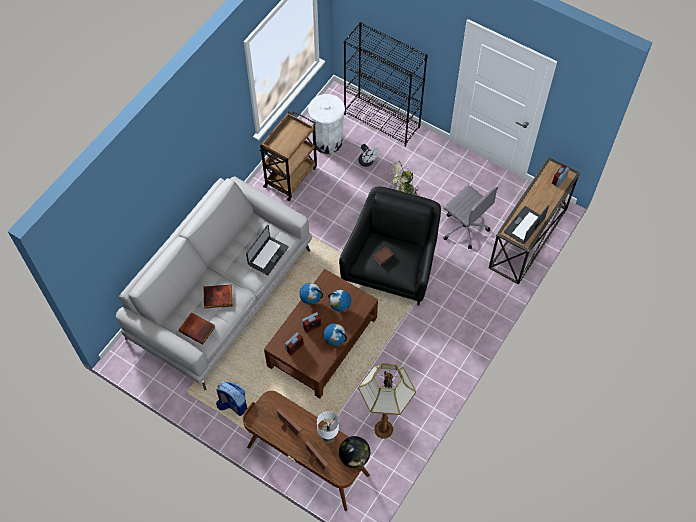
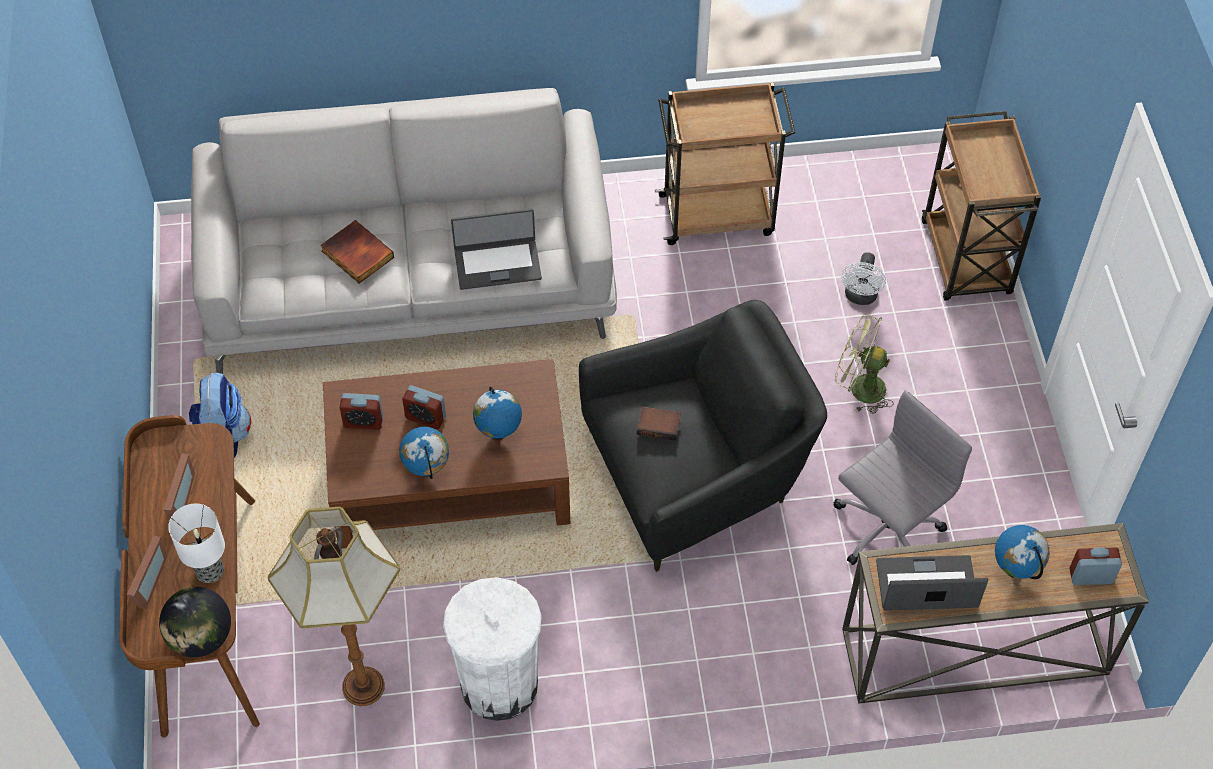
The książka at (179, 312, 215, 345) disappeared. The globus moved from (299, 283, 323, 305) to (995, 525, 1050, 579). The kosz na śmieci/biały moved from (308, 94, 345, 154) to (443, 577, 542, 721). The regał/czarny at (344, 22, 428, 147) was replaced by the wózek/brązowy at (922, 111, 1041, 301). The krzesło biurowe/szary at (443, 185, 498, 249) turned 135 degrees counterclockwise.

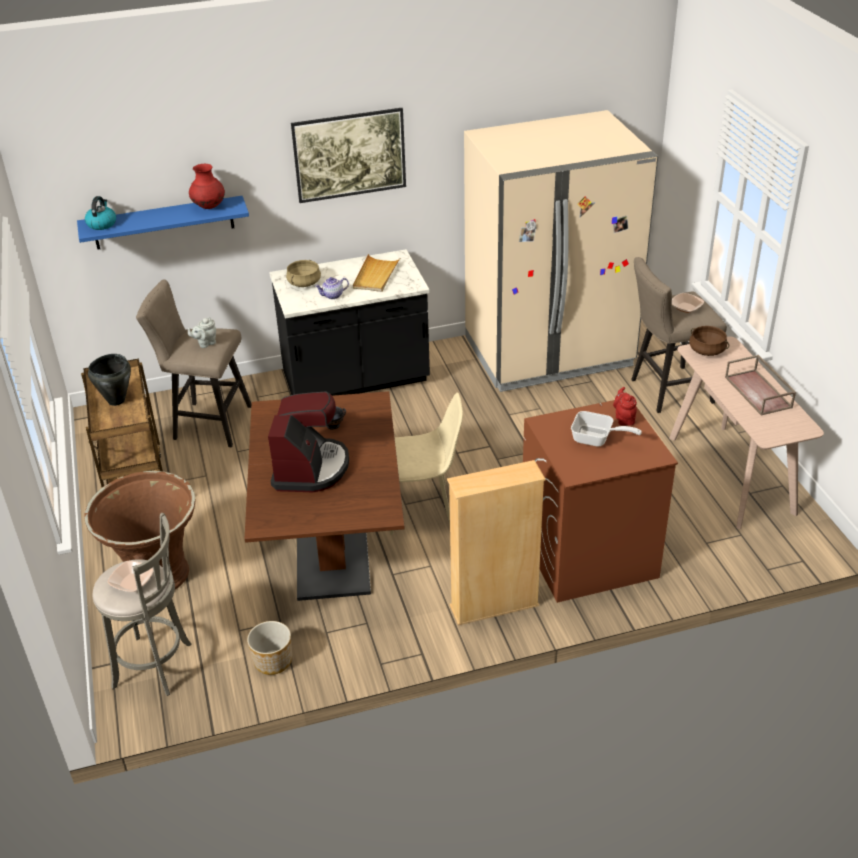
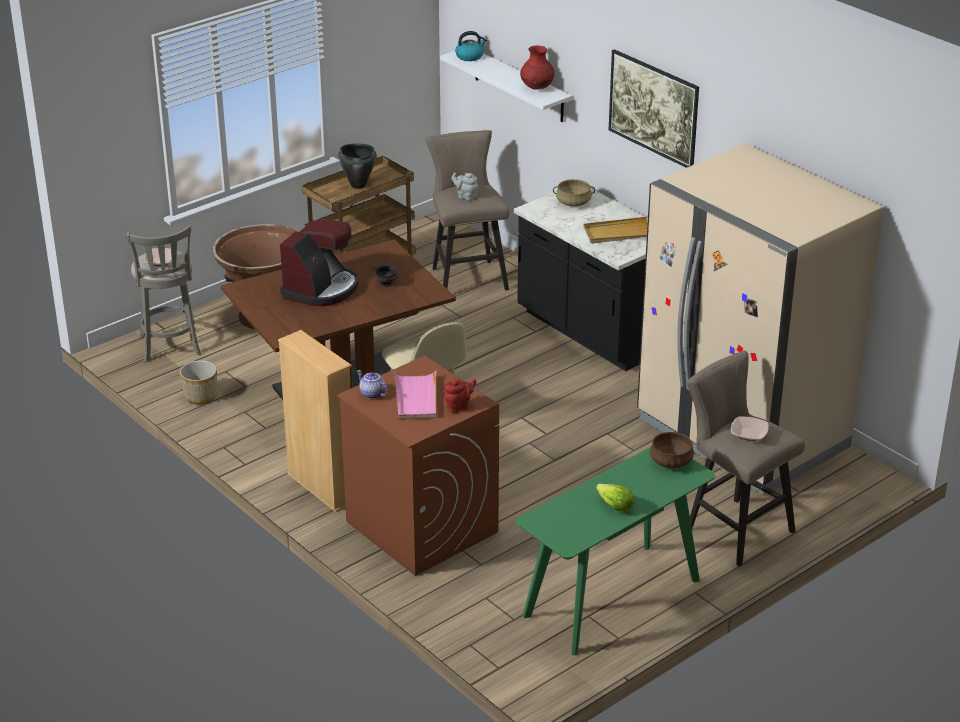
The półka/niebieski at (77, 196, 249, 250) became the półka/biały at (440, 51, 572, 122). The ekspres do kawy at (268, 391, 349, 492) turned 45 degrees counterclockwise. The imbryk moved from (315, 277, 349, 299) to (357, 370, 388, 399). The patelnia at (571, 411, 642, 447) was replaced by the taca/różowy at (394, 370, 436, 419). The stolik konsolowy/beżowy at (669, 336, 824, 529) became the stolik konsolowy/zielony at (516, 447, 715, 656). The taca/brązowy at (725, 355, 796, 416) was replaced by the sałata at (596, 484, 634, 512).

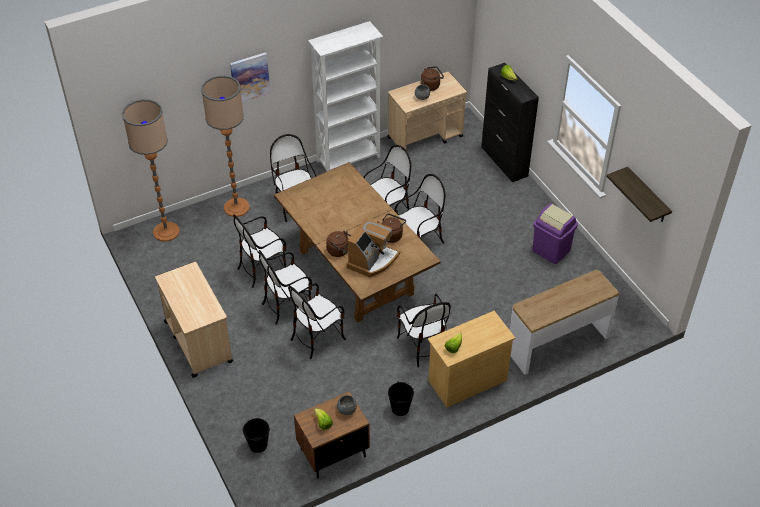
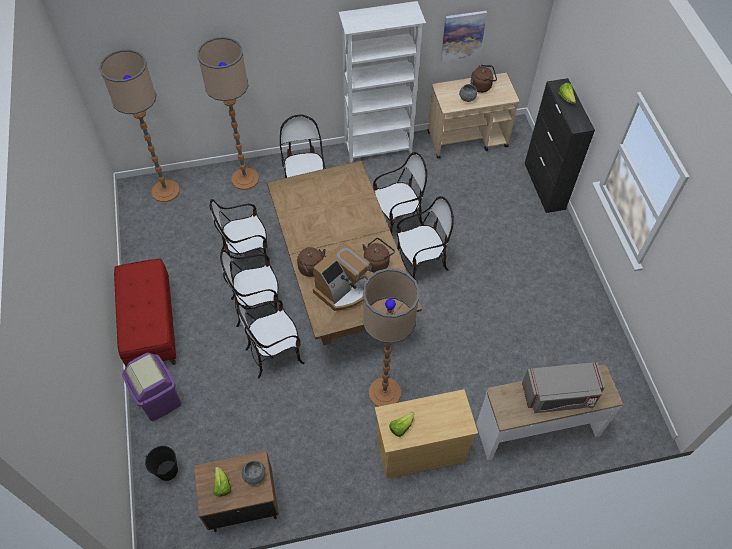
The wózek/beżowy at (155, 262, 233, 378) was replaced by the ławka/czerwony at (114, 259, 176, 366). The obraz moved from (230, 52, 271, 103) to (441, 11, 487, 62). The wiadro/czarny at (388, 381, 414, 416) disappeared. The krzesło at (397, 294, 451, 368) was replaced by the lampa stojąca at (363, 268, 419, 407). The kosz na śmieci/fioletowy moved from (532, 203, 578, 264) to (122, 353, 181, 421). The półka at (607, 167, 672, 222) disappeared. The mikrofalówka/szary at (522, 362, 605, 413) appeared.

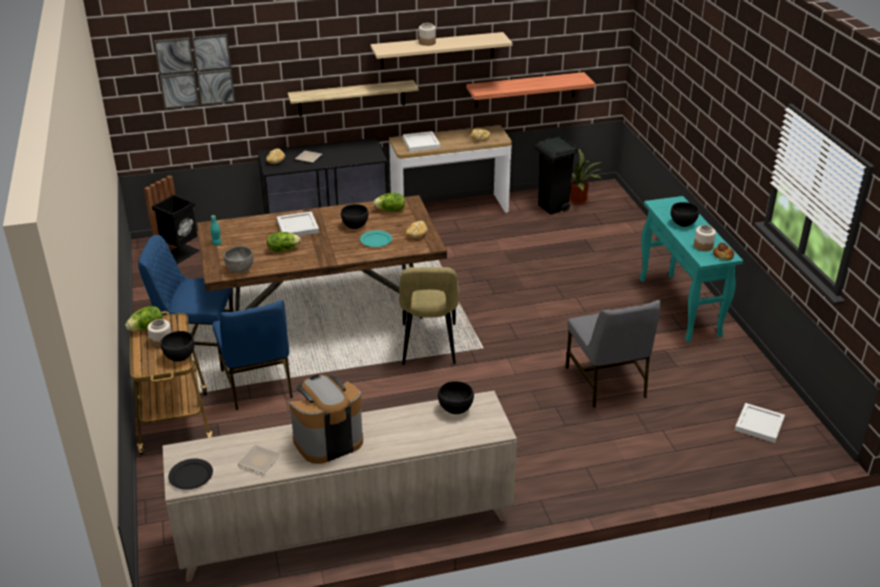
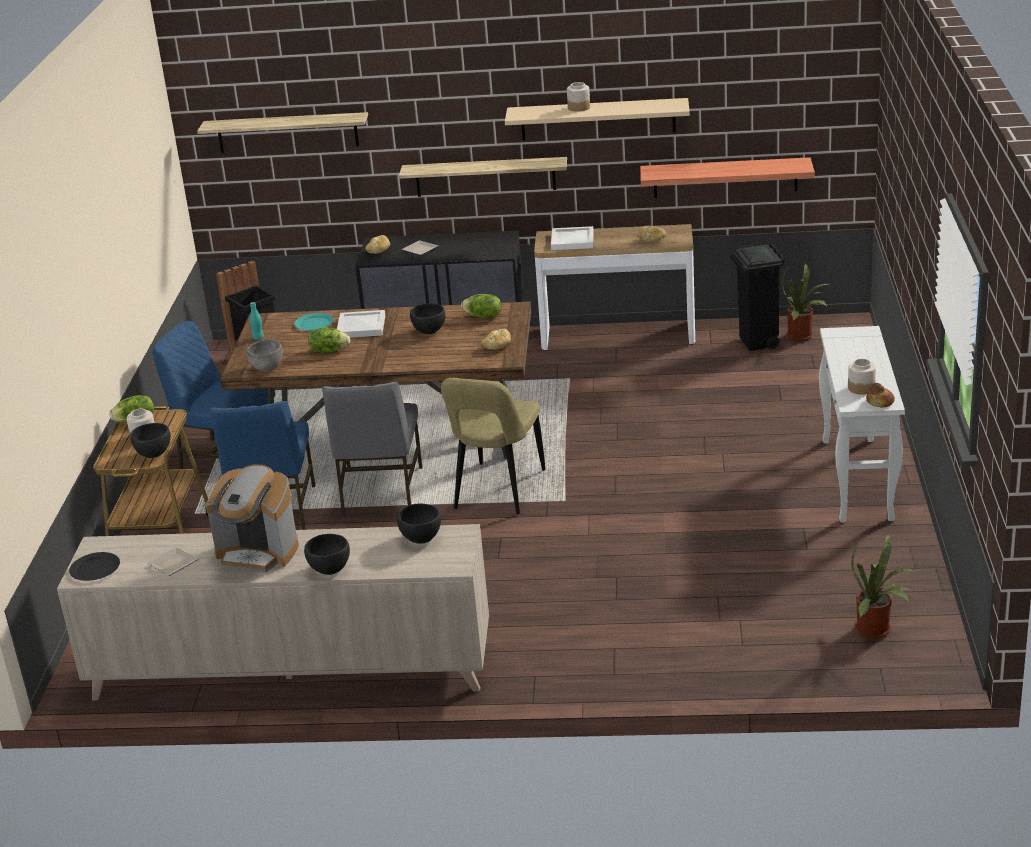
The obraz at (154, 34, 235, 109) was replaced by the półka at (197, 112, 368, 153). The ekspres do kawy at (289, 375, 363, 464) turned 150 degrees counterclockwise. The talerz/turkusowy moved from (360, 230, 392, 247) to (294, 313, 334, 331). The krzesło/szary moved from (566, 300, 661, 408) to (322, 382, 422, 514). The stolik konsolowy/turkusowy at (639, 196, 743, 342) became the stolik konsolowy/biały at (819, 326, 905, 523). The miska/czarny moved from (671, 202, 699, 227) to (304, 534, 350, 575). The taca/biały at (735, 403, 785, 443) was replaced by the roślina doniczkowa at (851, 533, 915, 639).

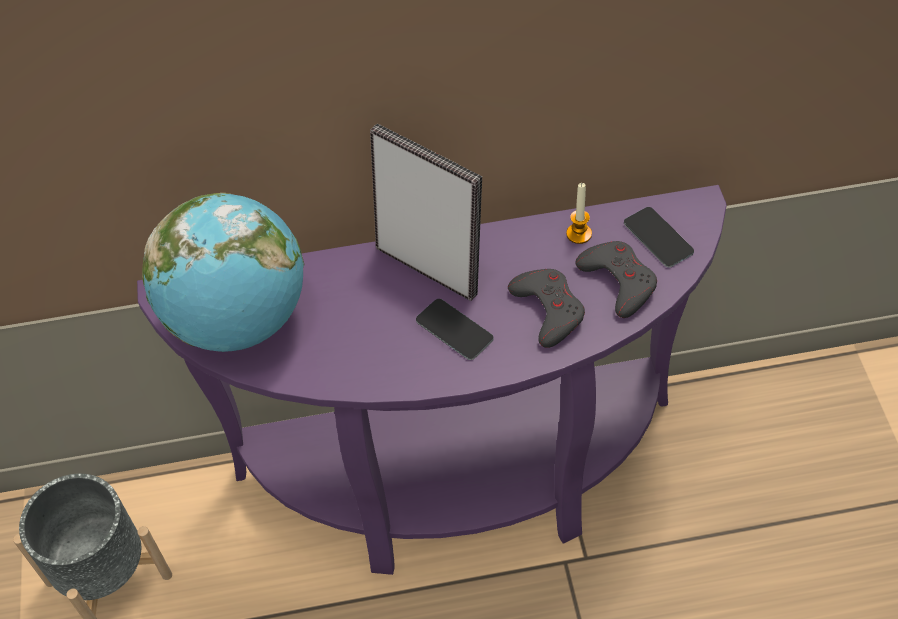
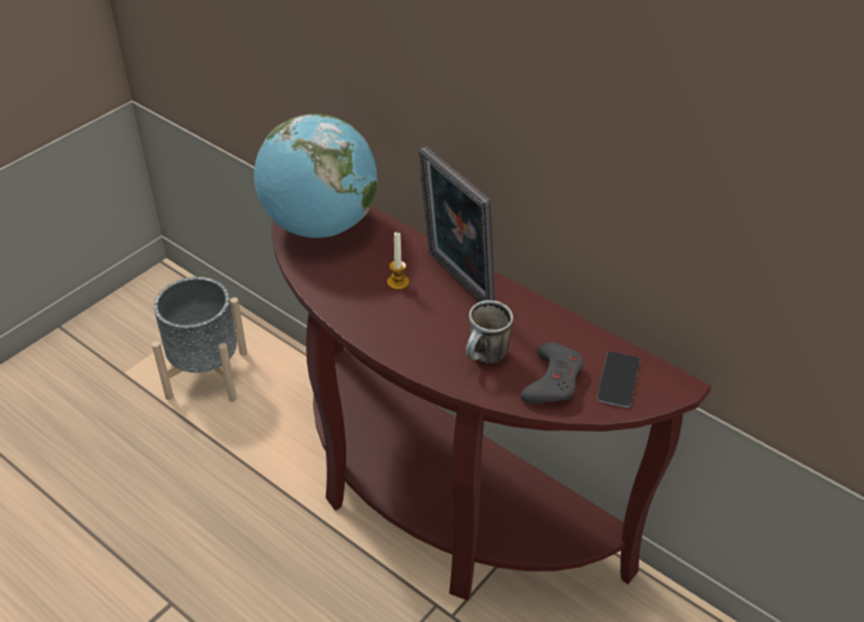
The stolik konsolowy/fioletowy at (137, 185, 727, 575) became the stolik konsolowy/brązowy at (271, 206, 711, 601). The ramka na zdjęcie at (370, 124, 482, 301) turned 150 degrees clockwise. The telefon at (416, 299, 494, 360) disappeared. The pad do gier/szary at (508, 269, 585, 348) was replaced by the kubek at (466, 300, 513, 364). The świeca moved from (566, 183, 592, 244) to (387, 232, 409, 290).

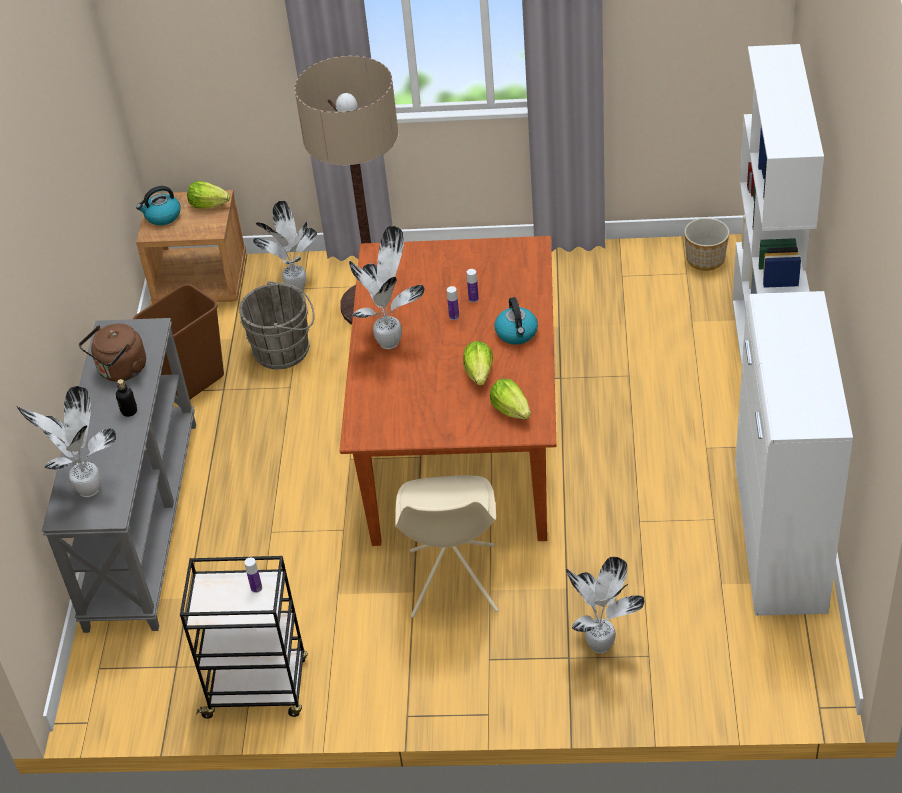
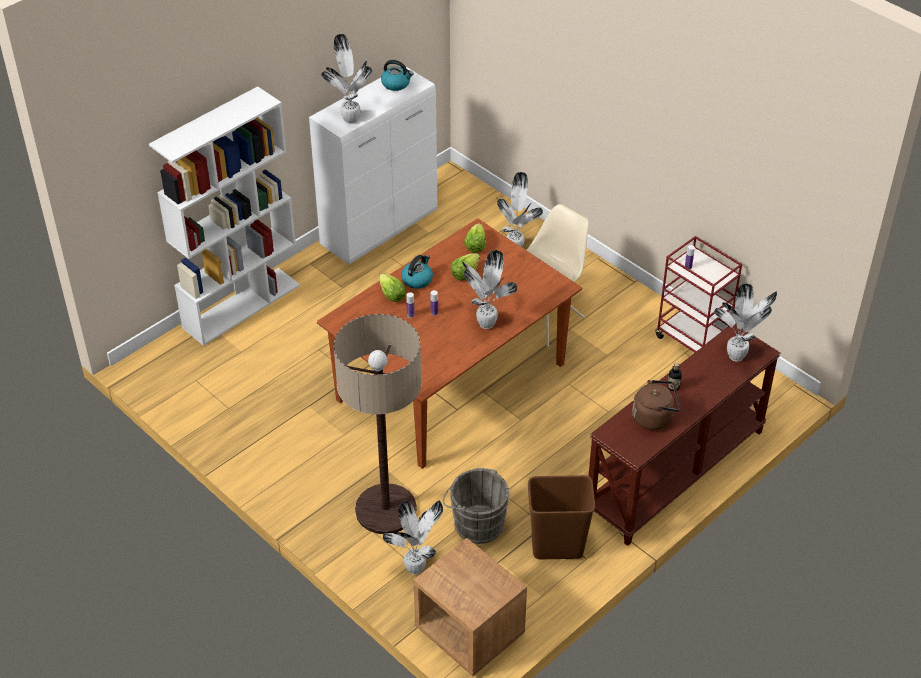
The stolik konsolowy/szary at (42, 318, 196, 633) became the stolik konsolowy/brązowy at (588, 324, 780, 546). The czajnik moved from (136, 186, 180, 225) to (381, 60, 414, 91). The wózek/czarny at (180, 556, 308, 718) became the wózek/czerwony at (655, 236, 742, 352). The sałata moved from (187, 181, 230, 208) to (379, 273, 406, 302). The donica at (684, 218, 729, 271) disappeared. The roślina doniczkowa at (321, 34, 372, 124) appeared.

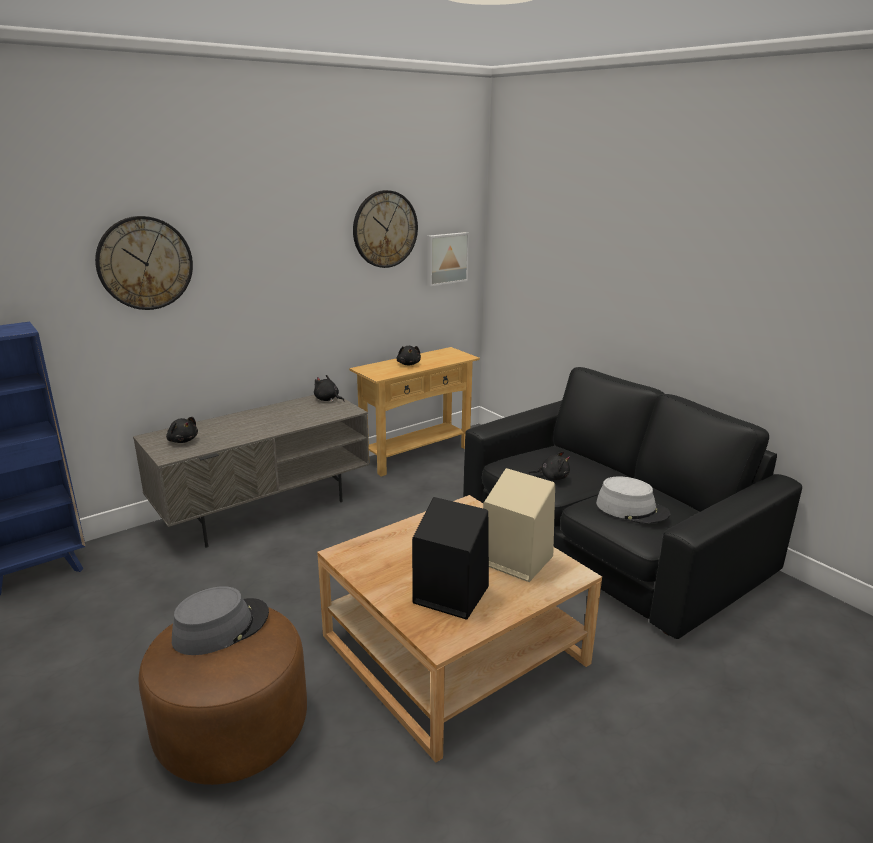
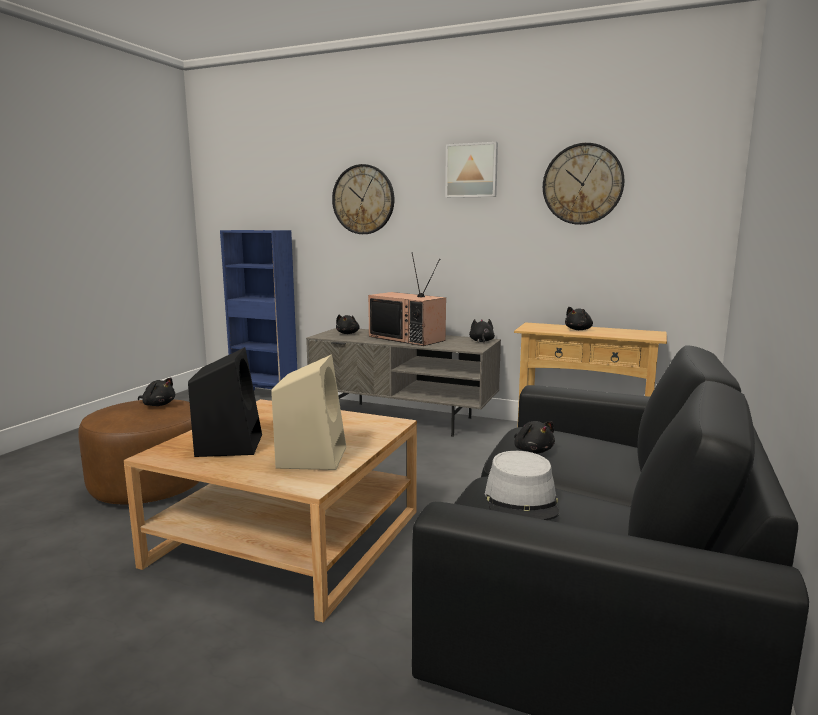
The kapelusz/szary at (172, 586, 269, 655) was replaced by the pluszak/czarny at (138, 377, 175, 406). The obraz moved from (427, 232, 469, 286) to (445, 142, 498, 198). The telewizor at (368, 253, 446, 346) appeared.

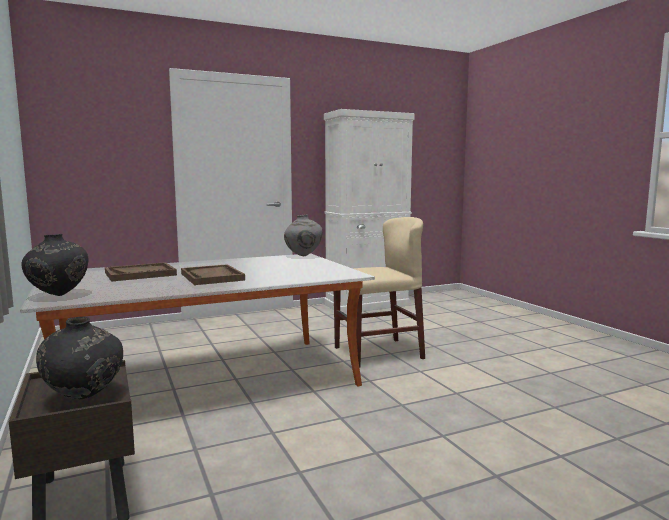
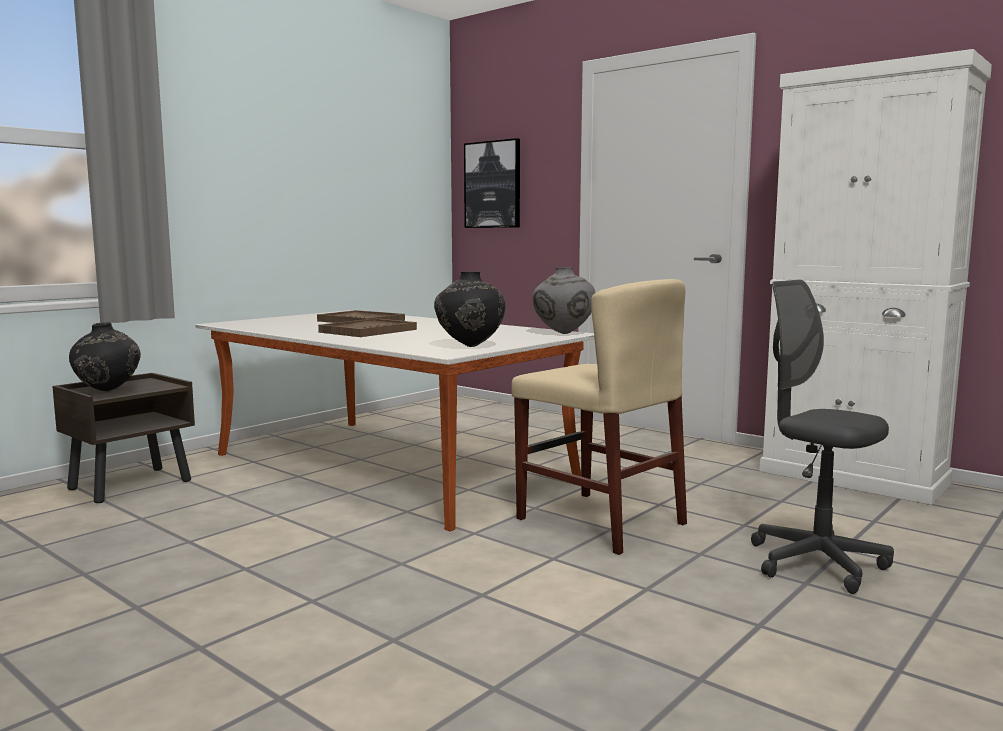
The wazon/czarny moved from (22, 234, 88, 296) to (434, 271, 505, 347). The obraz at (464, 138, 520, 228) appeared. The krzesło biurowe/szary at (751, 280, 894, 594) appeared.

